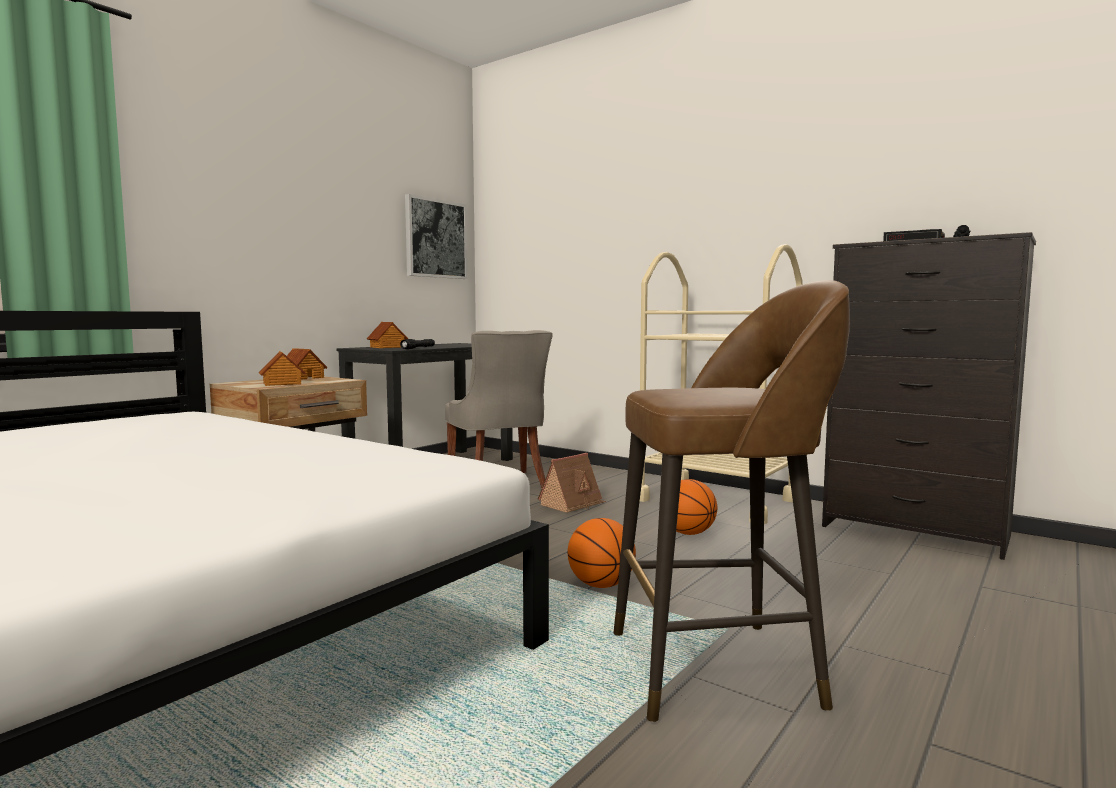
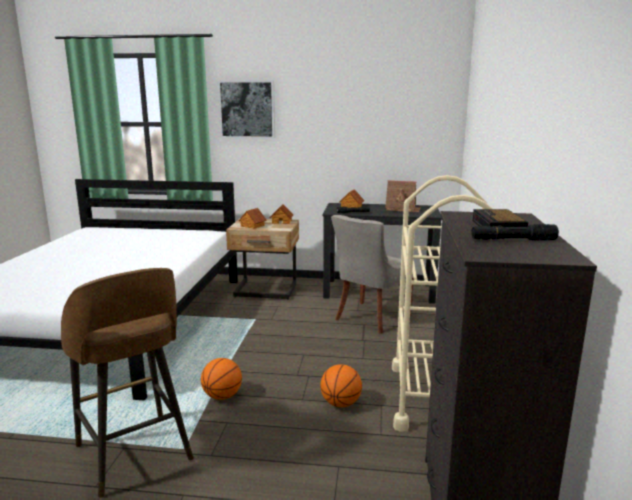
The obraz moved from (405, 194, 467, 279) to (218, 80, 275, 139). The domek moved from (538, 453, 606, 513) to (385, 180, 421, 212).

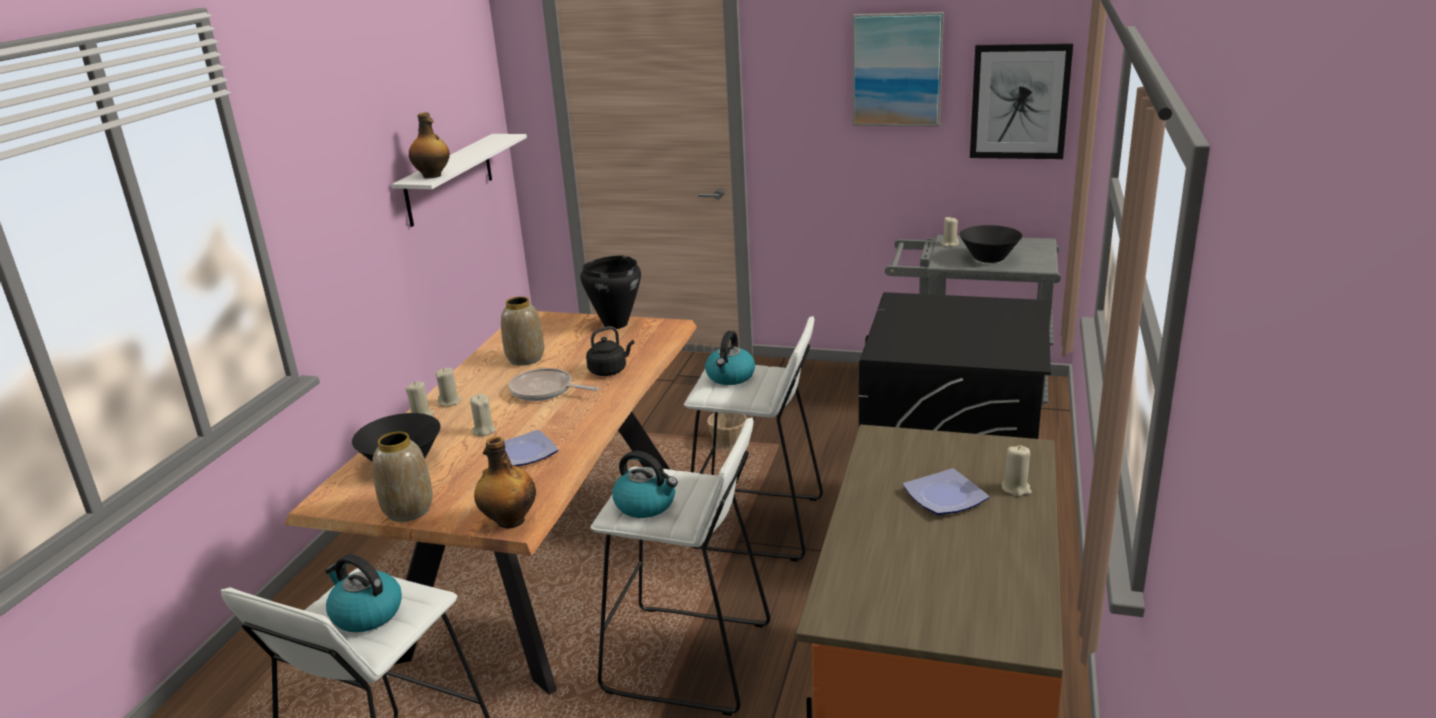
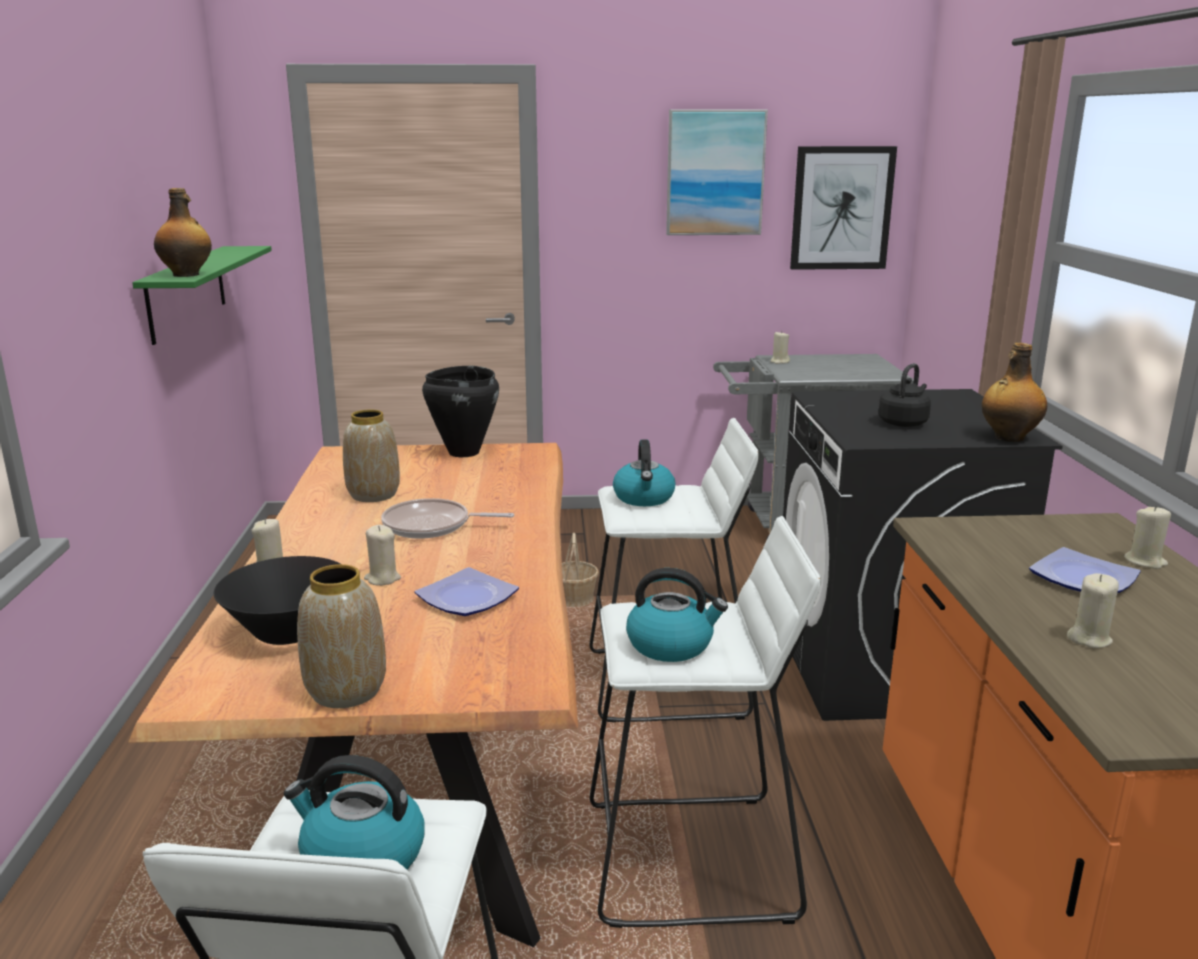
The półka/biały at (392, 134, 527, 227) became the półka/zielony at (132, 246, 272, 345). The świeca/beżowy moved from (435, 368, 462, 407) to (1067, 573, 1119, 648). The butelka moved from (474, 436, 536, 528) to (982, 343, 1047, 442). The czajnik/czarny moved from (586, 326, 634, 376) to (878, 363, 931, 427). The miska/czarny at (959, 225, 1022, 263) disappeared.

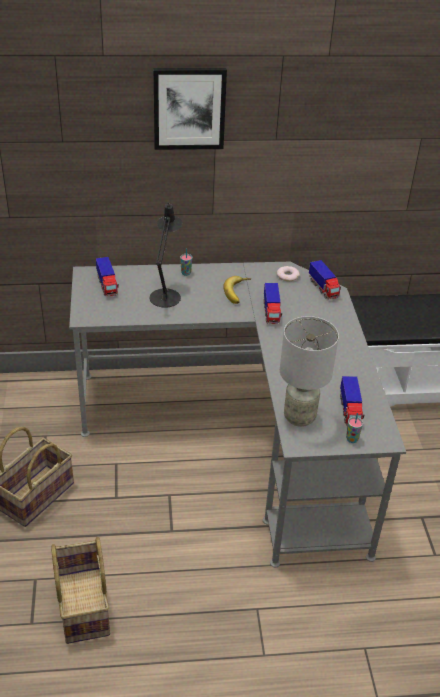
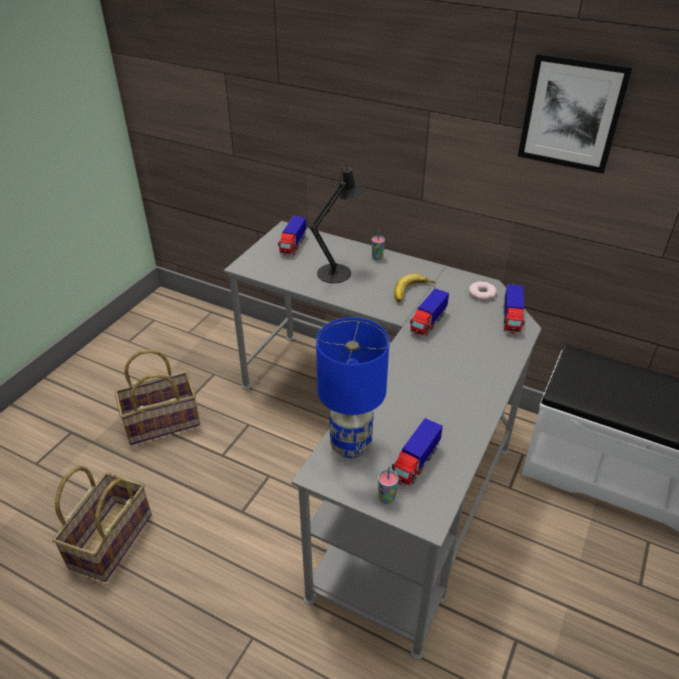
The obraz moved from (153, 68, 227, 150) to (518, 52, 634, 174). The lampa stołowa/szary at (280, 316, 339, 427) became the lampa stołowa/niebieski at (316, 317, 390, 458).

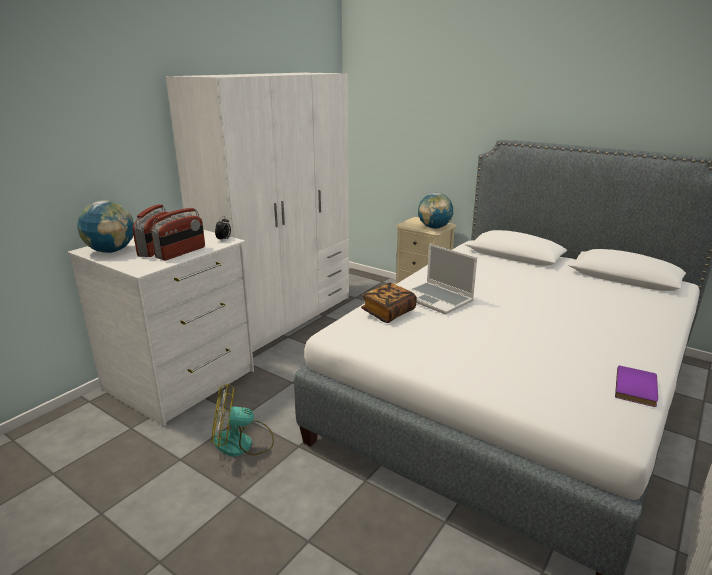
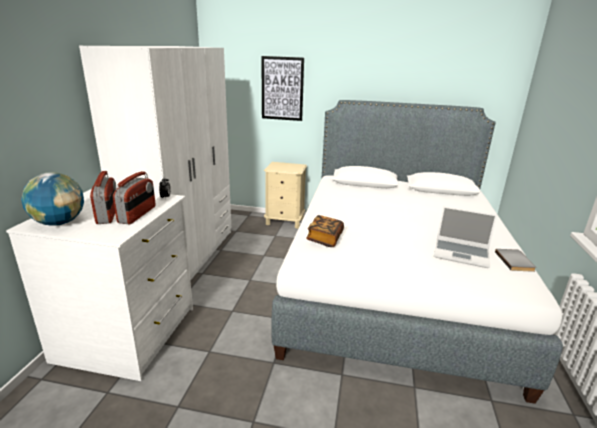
The wentylator at (211, 384, 274, 457) disappeared. The laptop moved from (409, 243, 477, 314) to (434, 206, 497, 268). The globus at (418, 193, 453, 229) disappeared. The książka/fioletowy at (615, 365, 658, 407) became the książka/szary at (495, 249, 536, 272). The obraz at (261, 56, 304, 121) appeared.

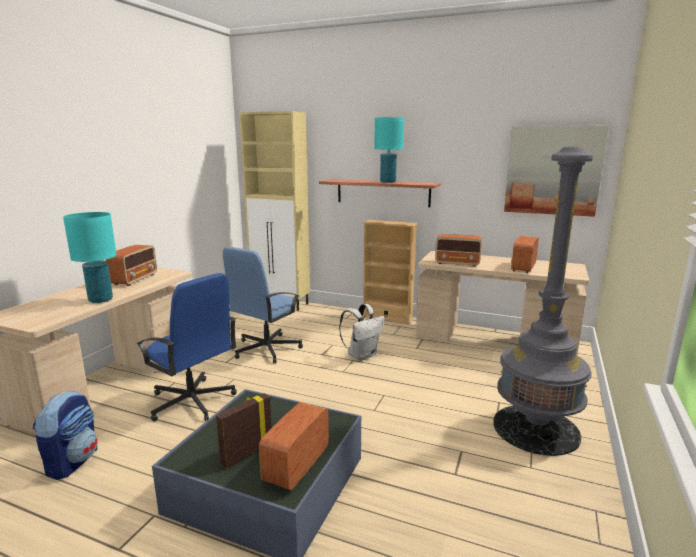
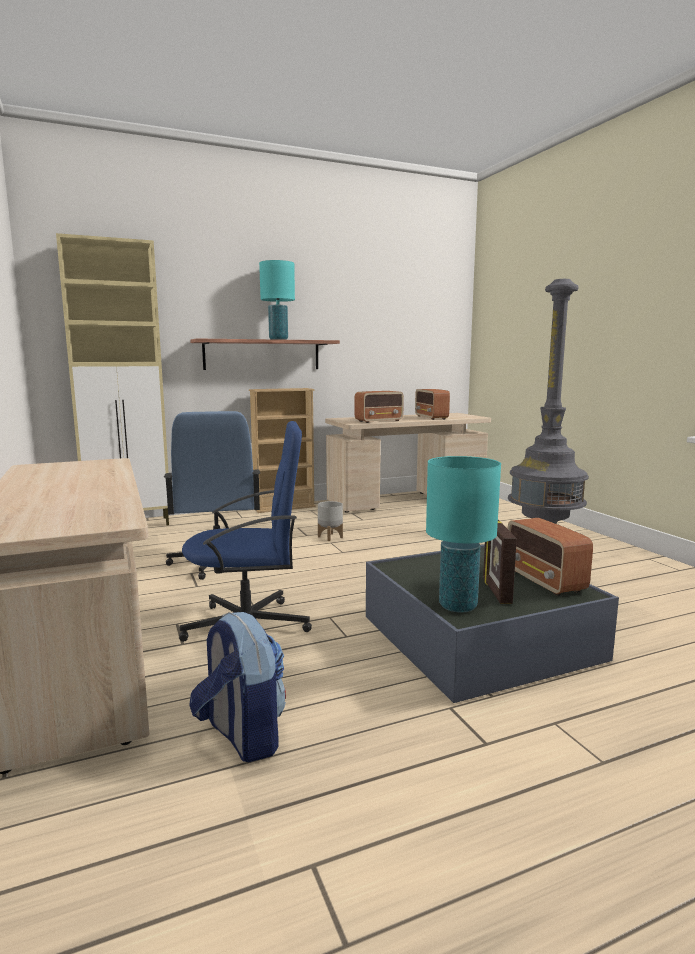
The lampa stołowa/turkusowy moved from (63, 212, 116, 303) to (426, 456, 501, 613). The radio at (106, 245, 157, 286) disappeared. The plecak/biały at (339, 304, 385, 361) was replaced by the donica/szary at (318, 501, 343, 541). The obraz at (504, 125, 609, 217) disappeared.

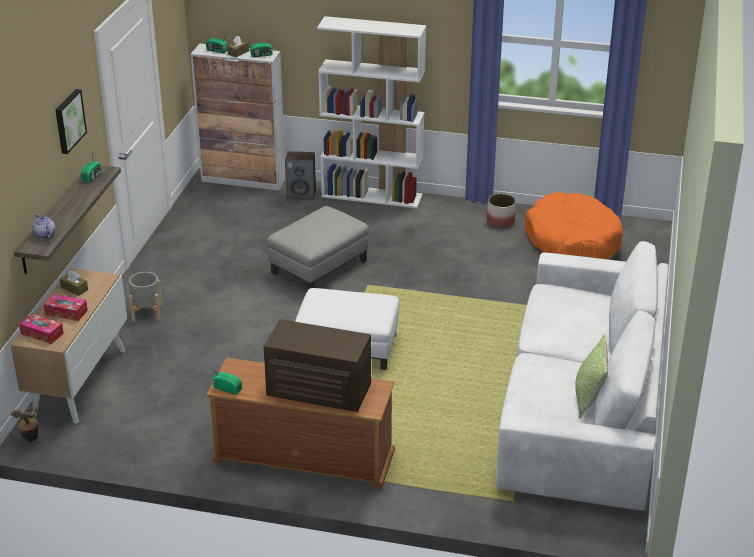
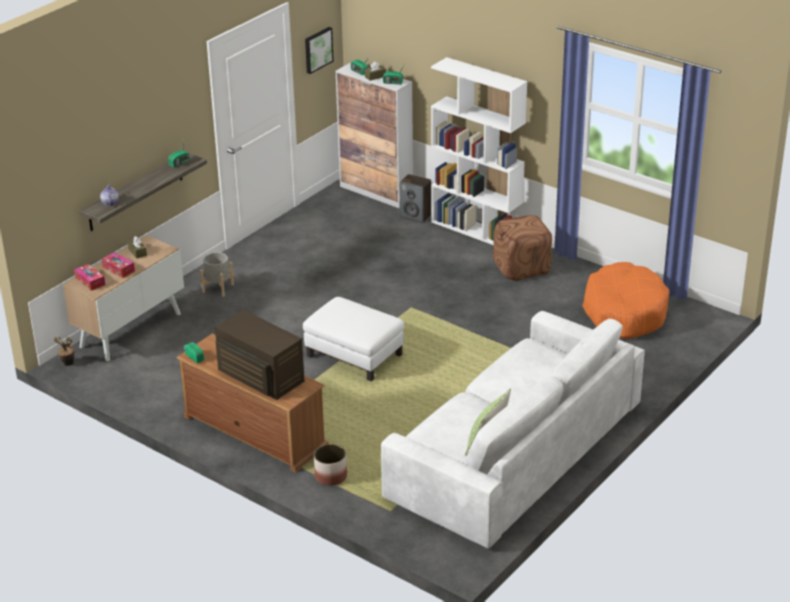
The obraz moved from (55, 89, 87, 154) to (305, 27, 334, 74). The pufa/szary at (267, 206, 369, 290) disappeared. The donica moved from (487, 194, 516, 228) to (314, 444, 347, 486). The pufa/brązowy at (493, 215, 552, 281) appeared.

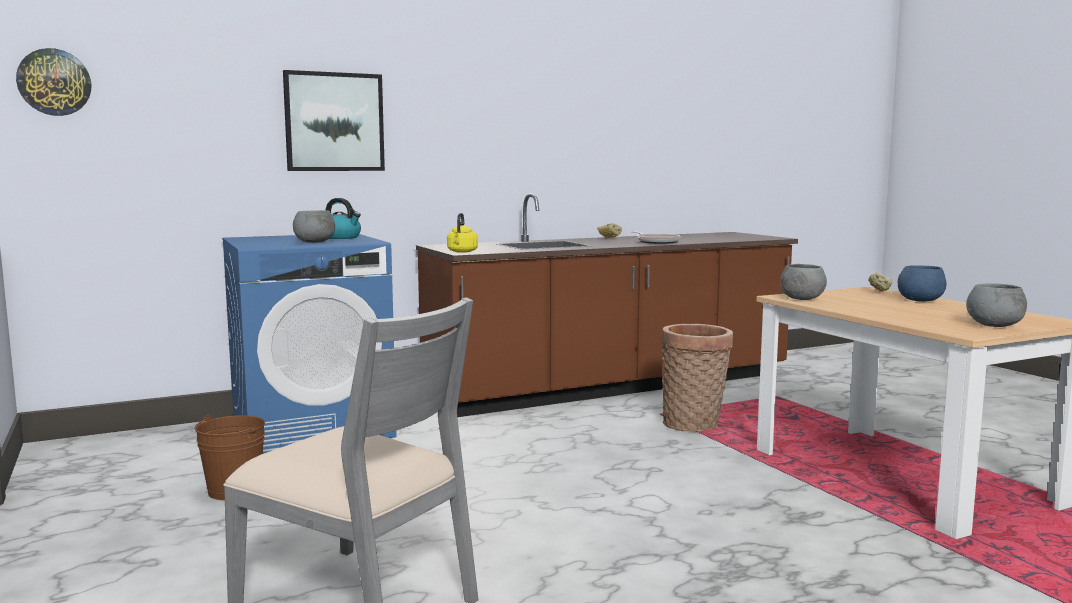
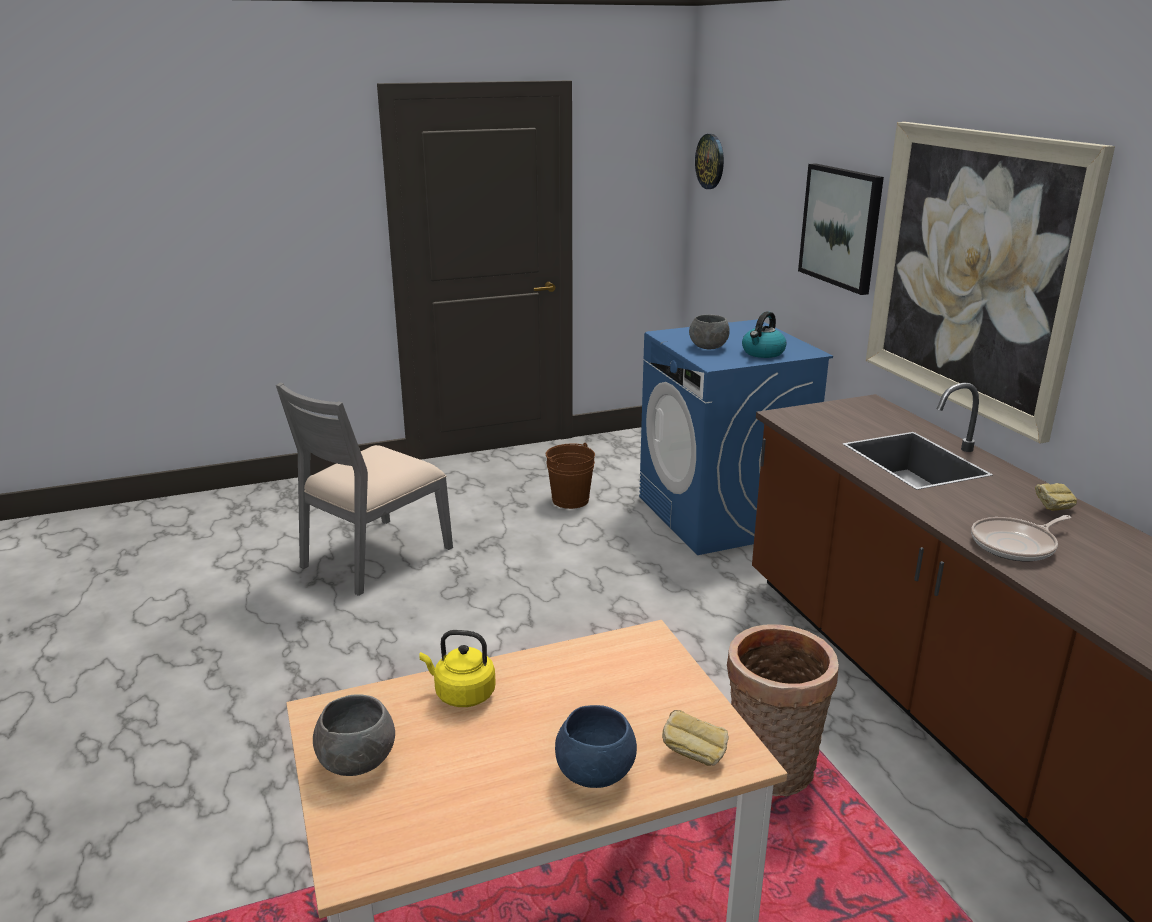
The czajnik/żółty moved from (447, 213, 478, 253) to (419, 630, 496, 707). The miska/szary at (780, 264, 827, 300) disappeared. The obraz at (866, 122, 1115, 444) appeared.

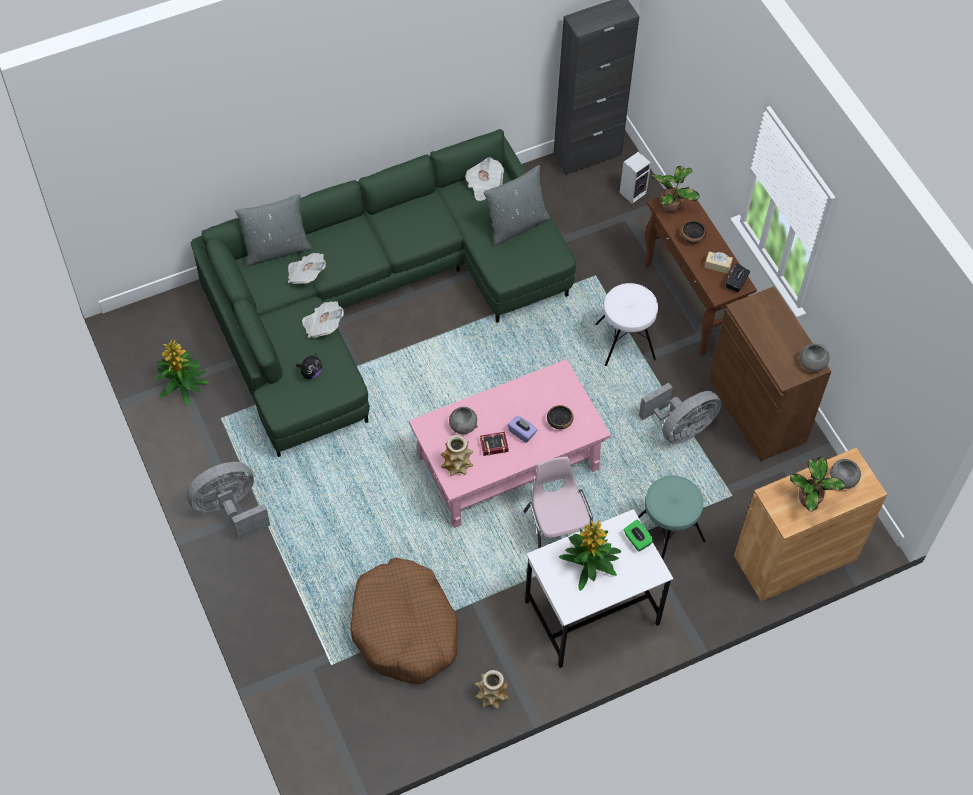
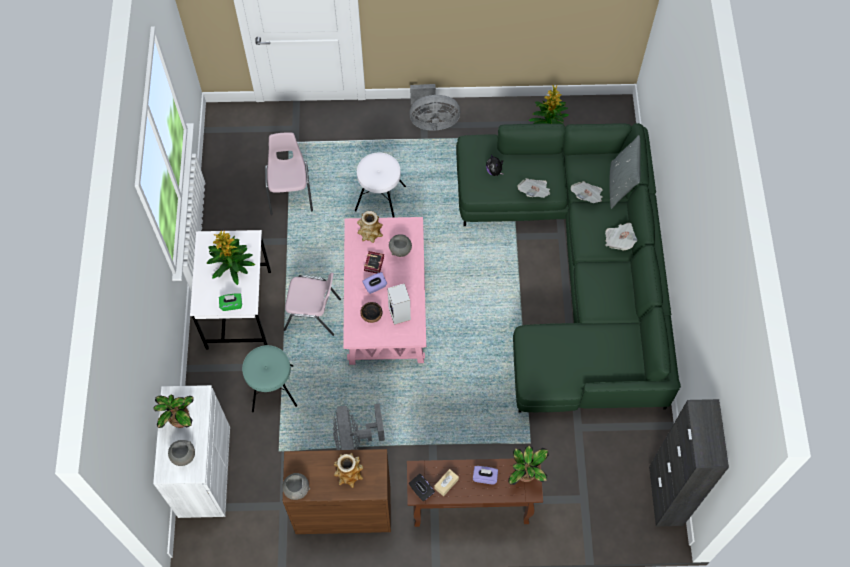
The wentylator/szary at (187, 462, 270, 539) turned 90 degrees clockwise. The legowisko/brązowy at (350, 558, 458, 684) was replaced by the krzesło/różowy at (265, 132, 313, 215). The gazeta moved from (465, 157, 504, 201) to (605, 223, 637, 250). The wazon moved from (475, 670, 509, 709) to (334, 453, 364, 488). The poduszka/szary at (484, 165, 550, 246) disappeared. The stołek/biały moved from (596, 283, 658, 366) to (355, 153, 406, 217). The głośnik moved from (619, 152, 651, 204) to (387, 283, 411, 325). The miska at (681, 221, 706, 244) was replaced by the pudełko chusteczek/fioletowy at (473, 466, 498, 485). The szafka/brązowy at (734, 448, 887, 602) became the szafka/biały at (153, 385, 230, 518).

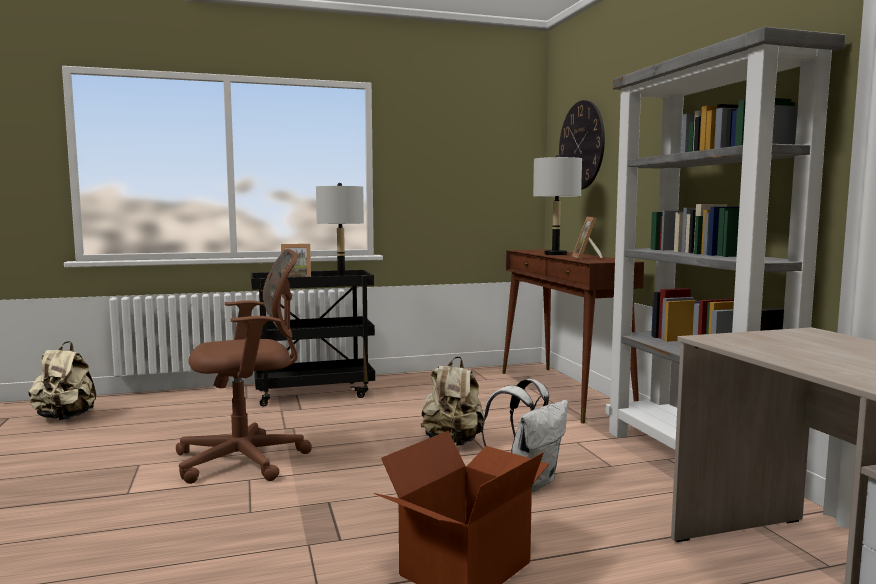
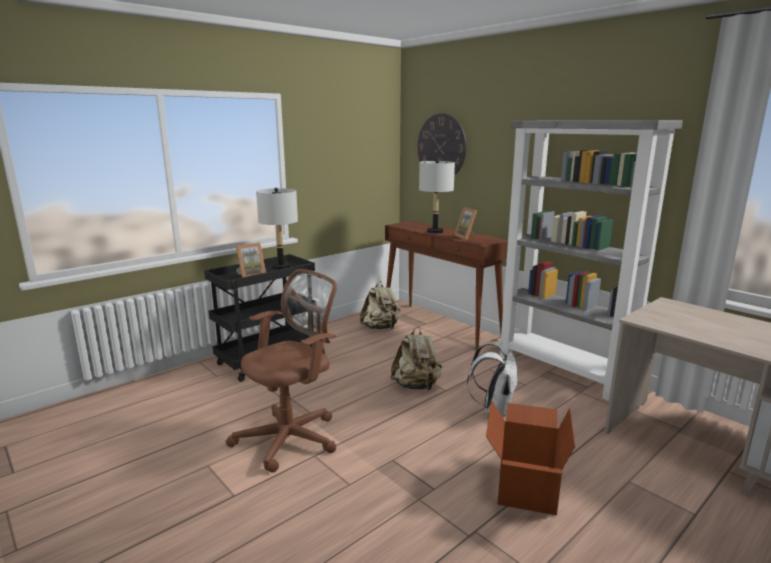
The plecak/beżowy moved from (29, 341, 96, 420) to (360, 281, 401, 329).

